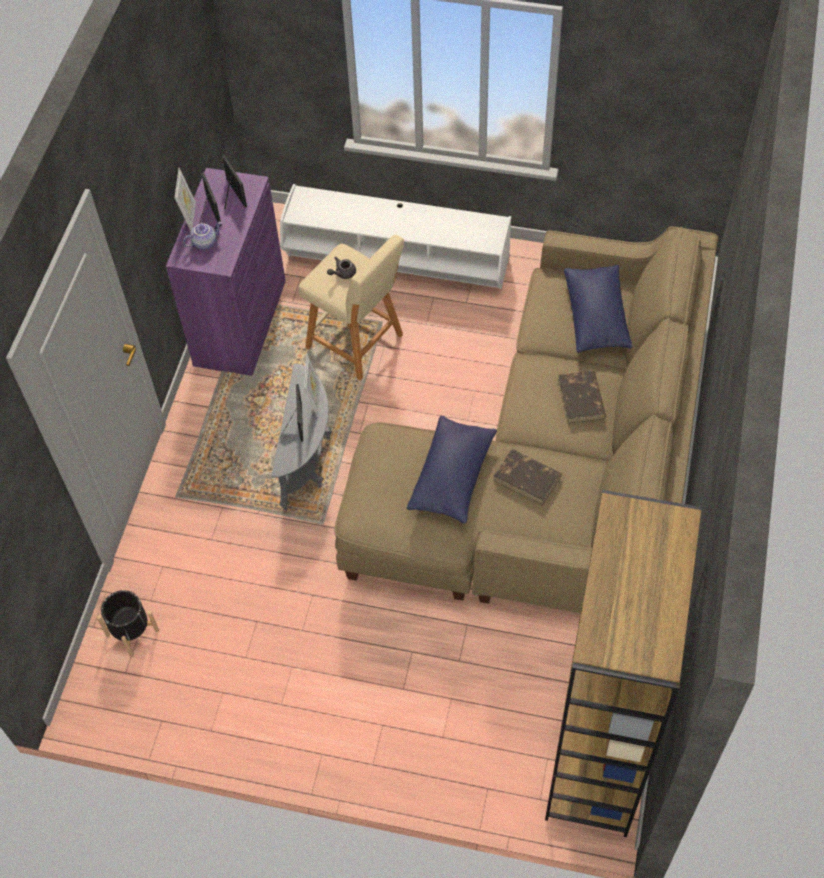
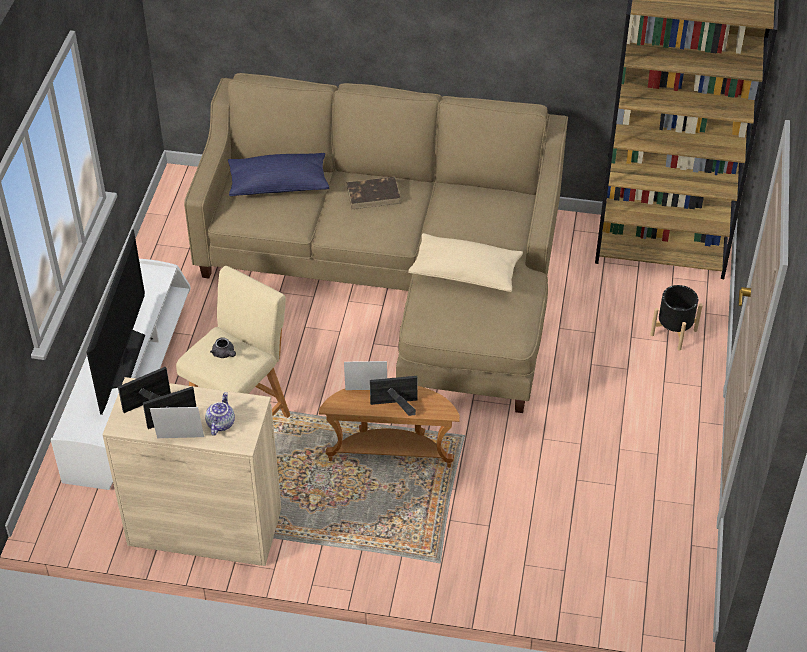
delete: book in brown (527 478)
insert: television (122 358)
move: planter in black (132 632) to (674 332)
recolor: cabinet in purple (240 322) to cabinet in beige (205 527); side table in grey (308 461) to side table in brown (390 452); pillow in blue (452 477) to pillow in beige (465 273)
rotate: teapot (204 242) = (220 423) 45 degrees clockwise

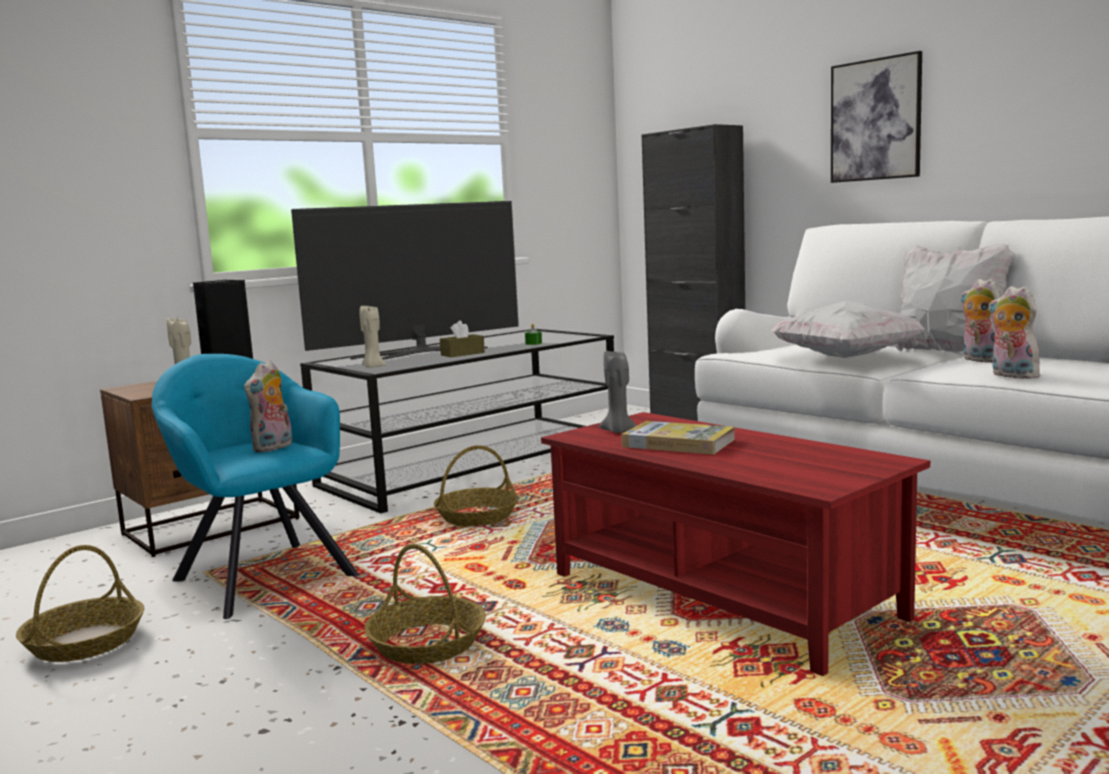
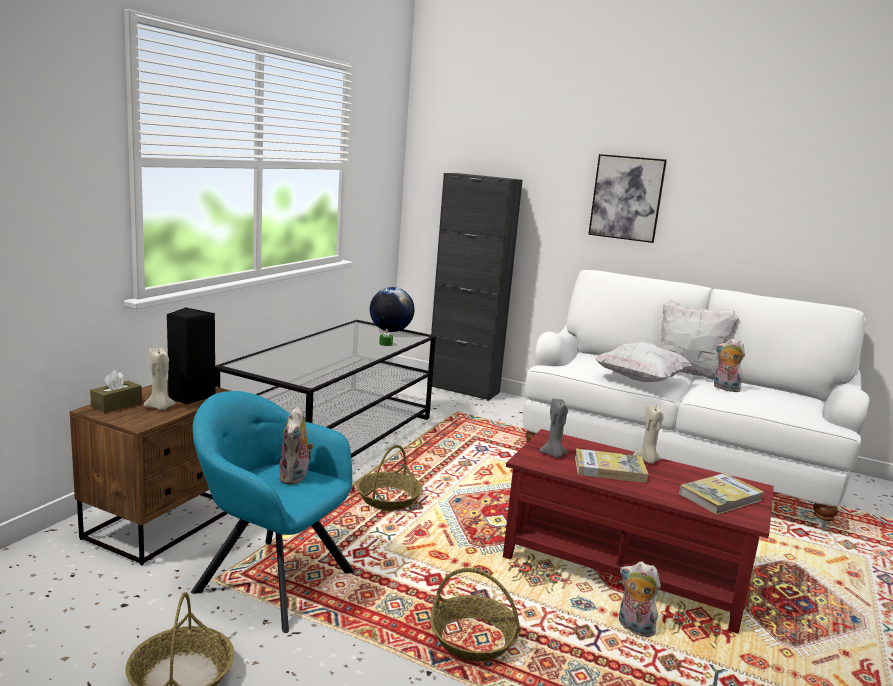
delete: television (420 353)
insert: globe (390 331); book (720 497)
move: candle in beige (373 367) to (647 460); tissue box in brown (462 354) to (116 404); plush toy (1011 376) to (633 628)

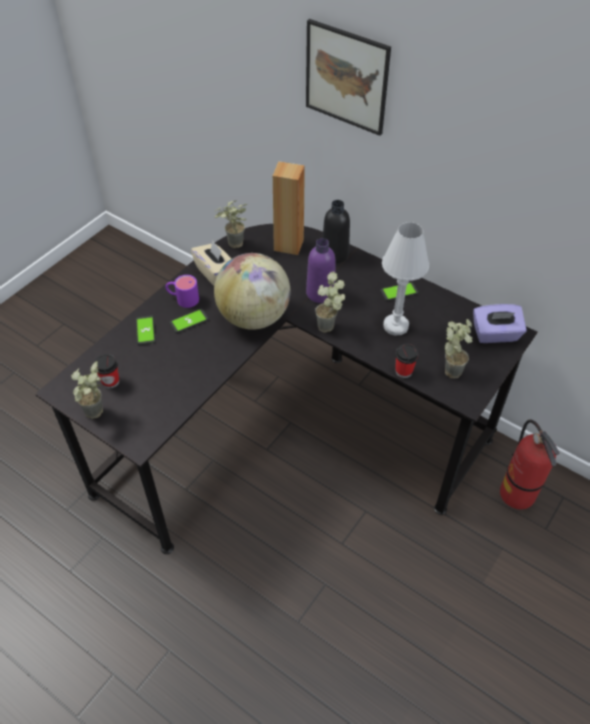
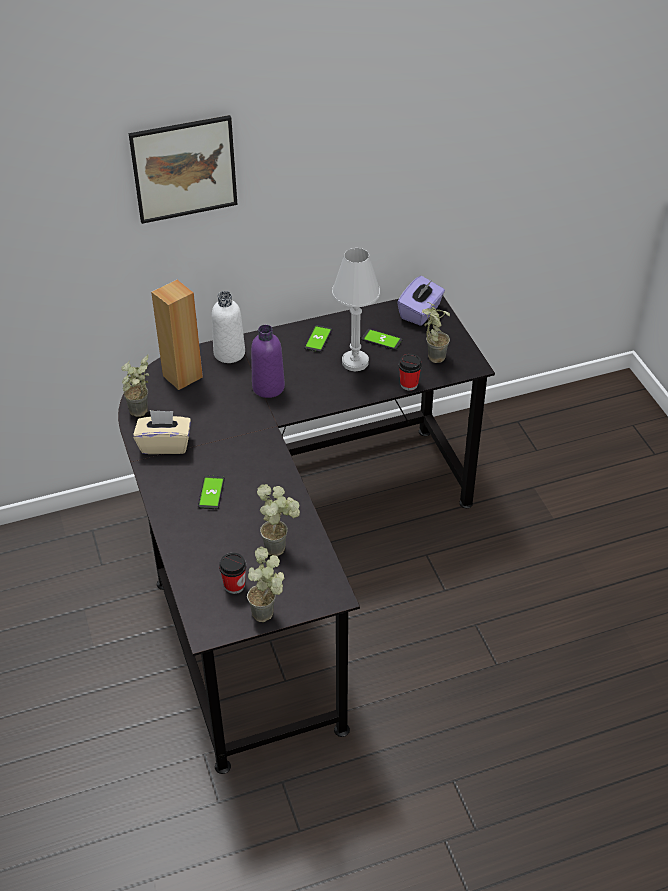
delete: mug in purple (183 299); globe (254 317); fire extinguisher (517 494)
move: phone (145 330) to (381 340); potted plant (330 328) to (280 546)
recolor: bottle in black (335 254) to bottle in white (229 353)

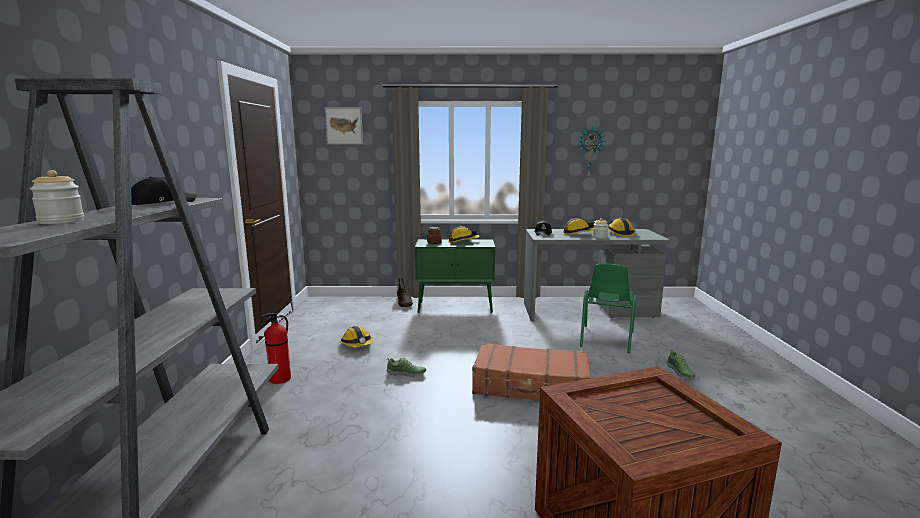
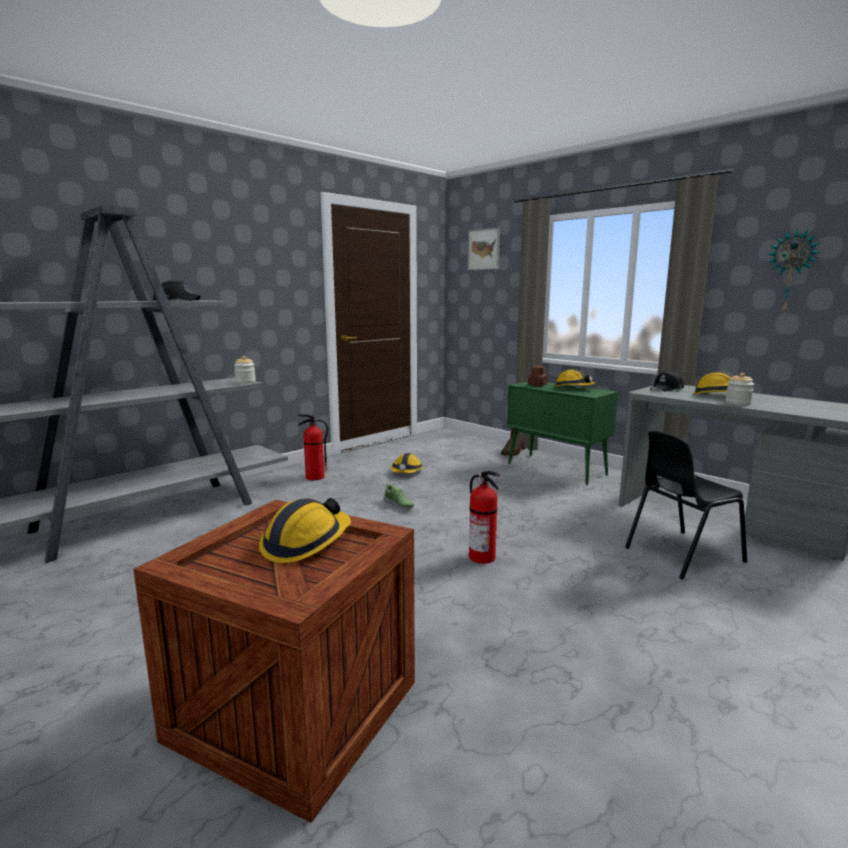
delete: shoe (680 372)
move: jar (61 221) to (245 382); hard hat (619 233) to (306 543)
replace: suitcase in brown (531 386) to fire extinguisher (483 557)
recolor: chair in green (605 339) to chair in black (681 554)

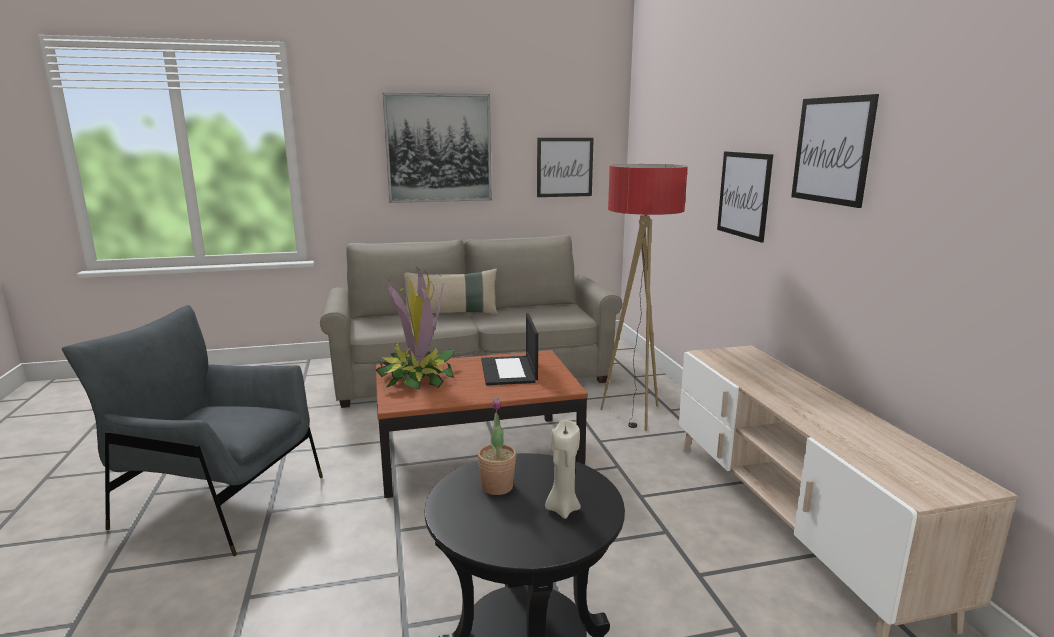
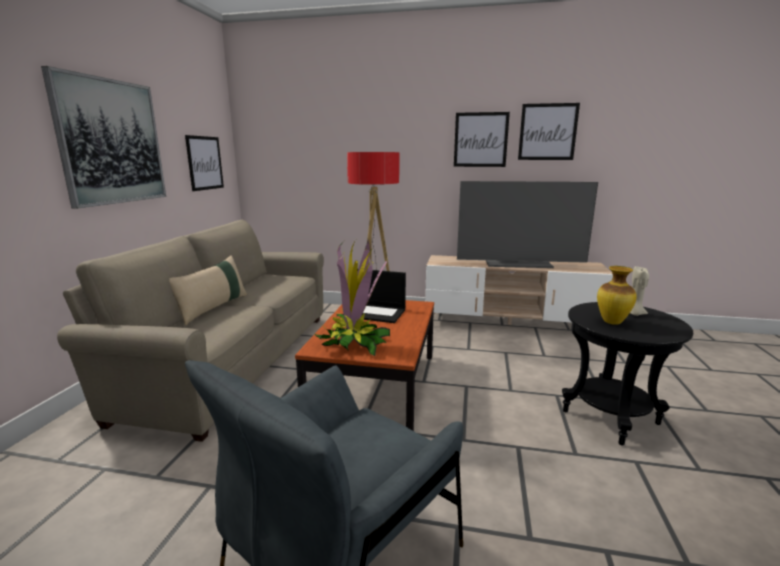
insert: television (518 263)
move: picture (744 195) to (547 132)
replace: potted plant (497 487) to vase (611 322)

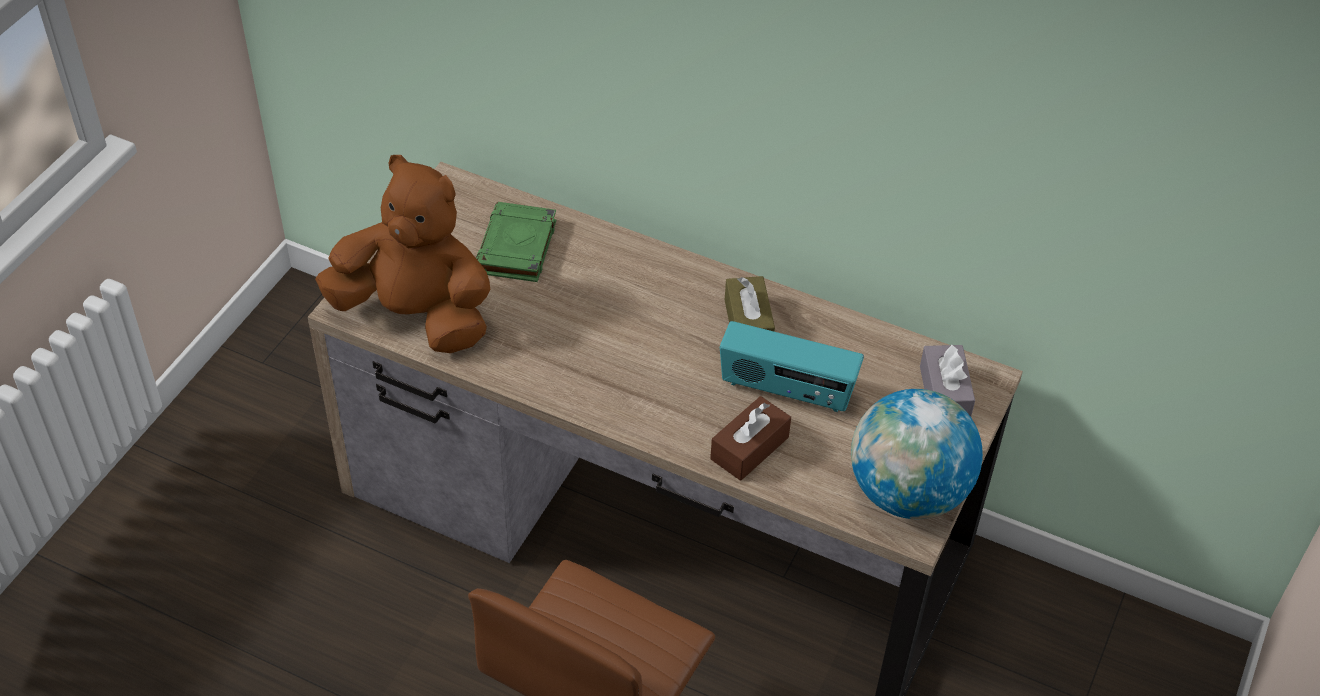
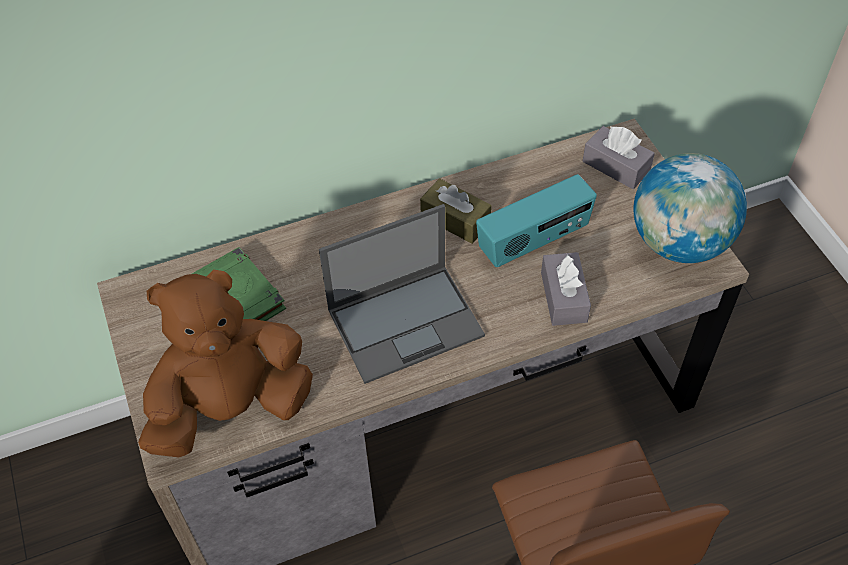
insert: laptop (407 321)
recolor: tissue box in brown (749 448) to tissue box in grey (563 297)

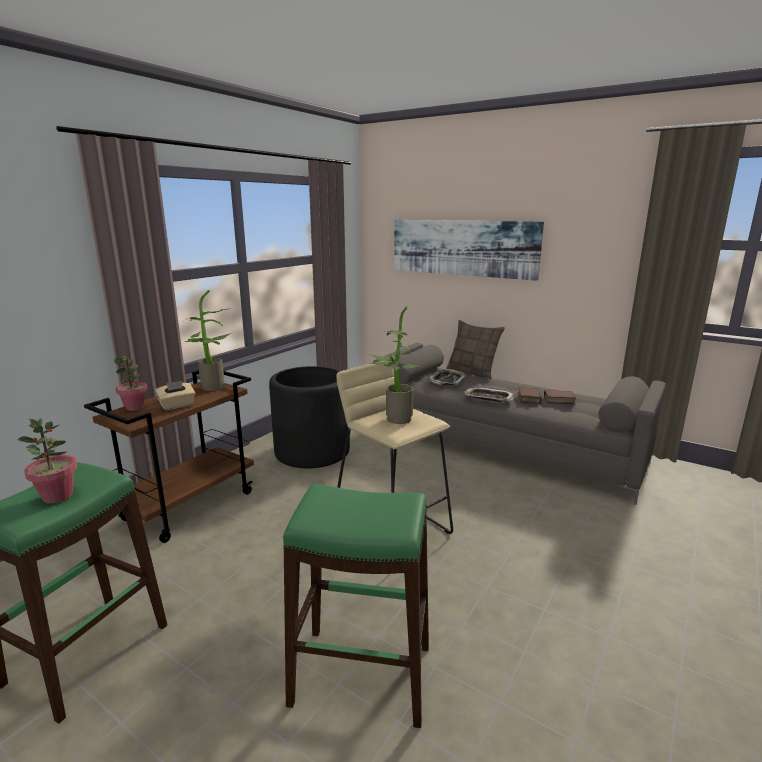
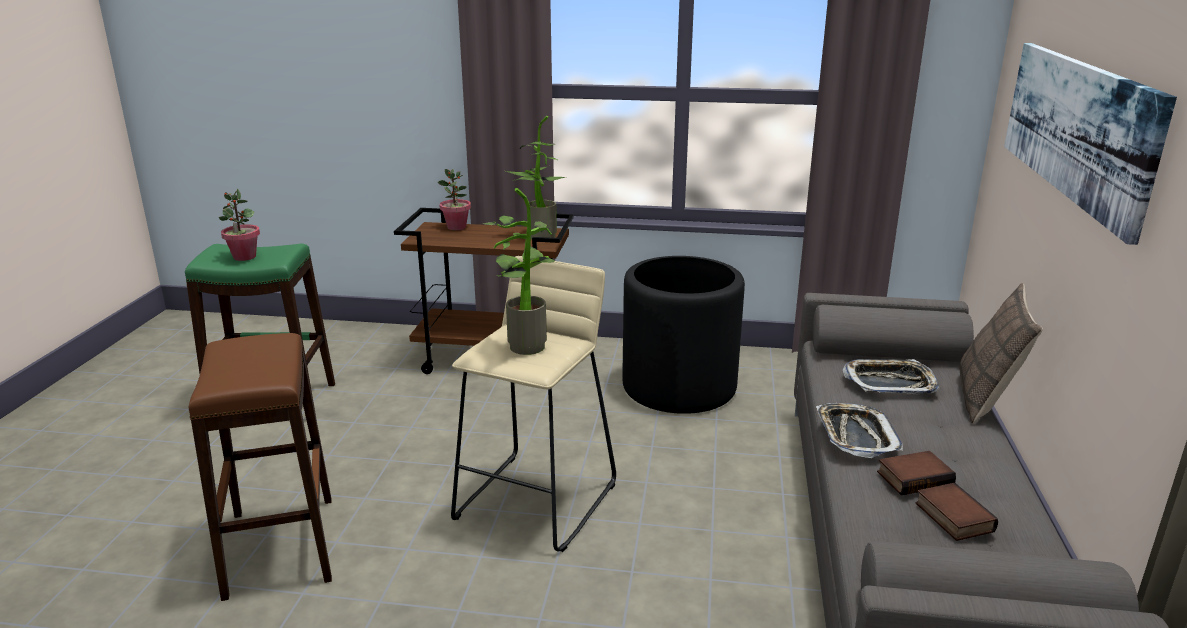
delete: tissue box in beige (177 405)
recolor: stool in green (361 675) to stool in brown (280 545)

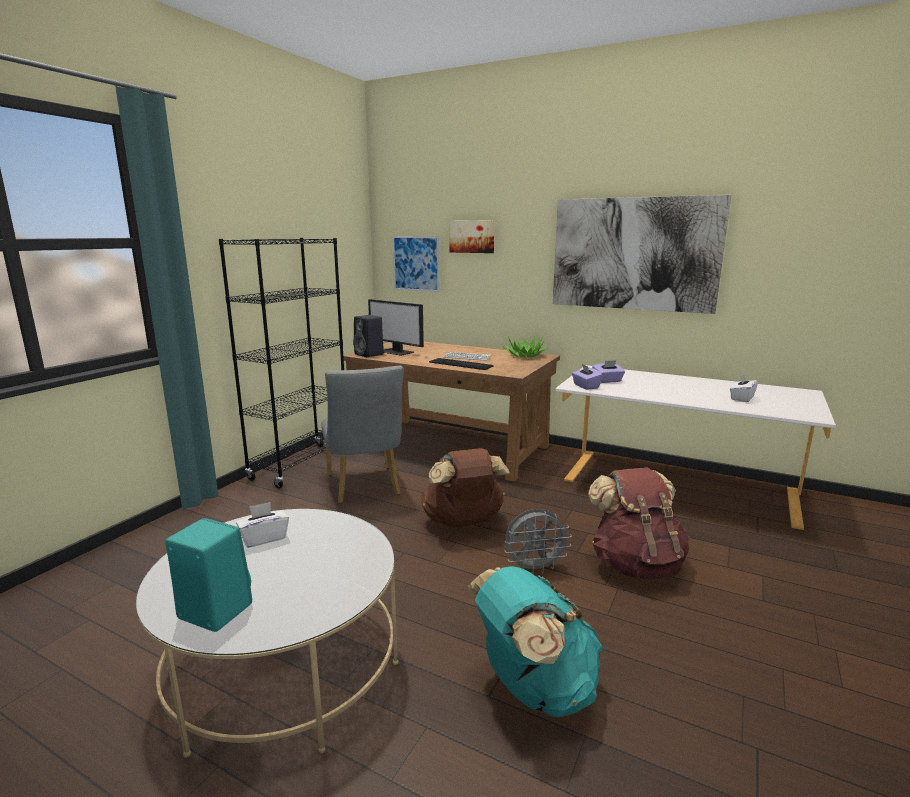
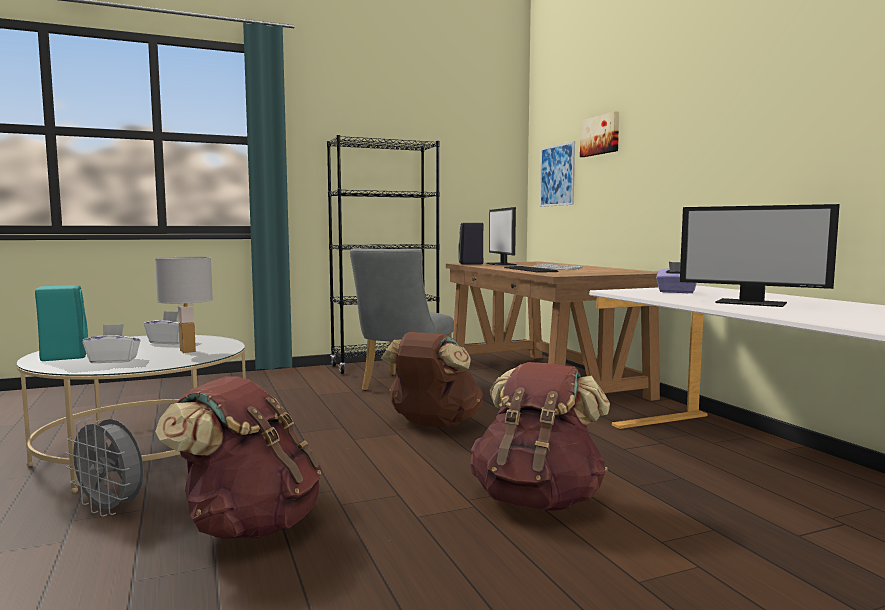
delete: potted plant (524 355); picture (634 254); tissue box in purple (585 386)
insert: table lamp in white (187 351); monitor (752 303)
move: fan in grey (534 568) to (111 510); tissue box in white (741 398) to (113 360)
recolor: backpack in turquoise (534 687) to backpack in brown (248 525)

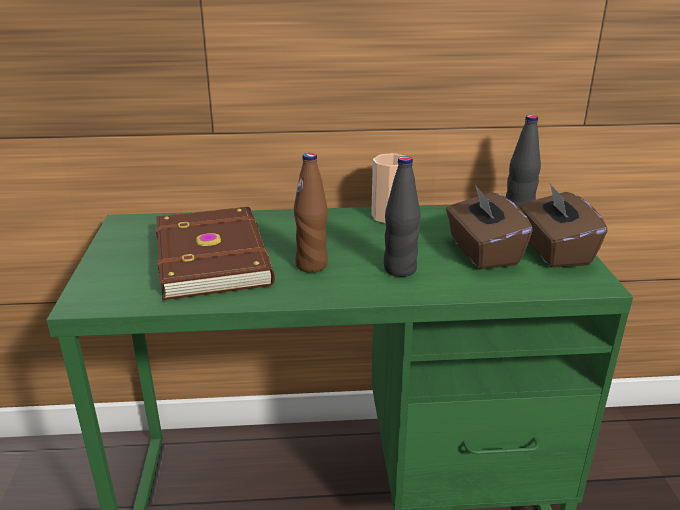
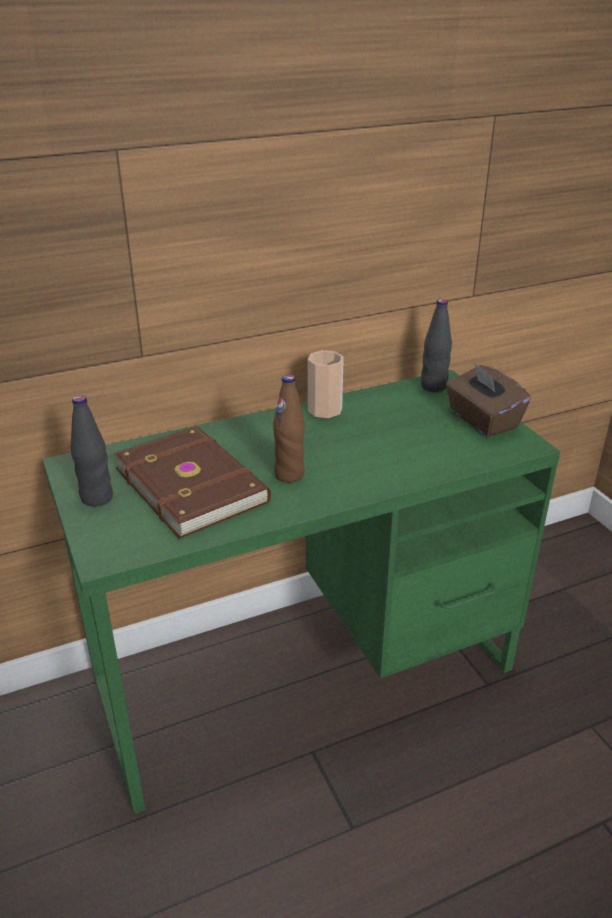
delete: tissue box in brown (482 252)
move: bottle in black (400 269) to (97 498)

